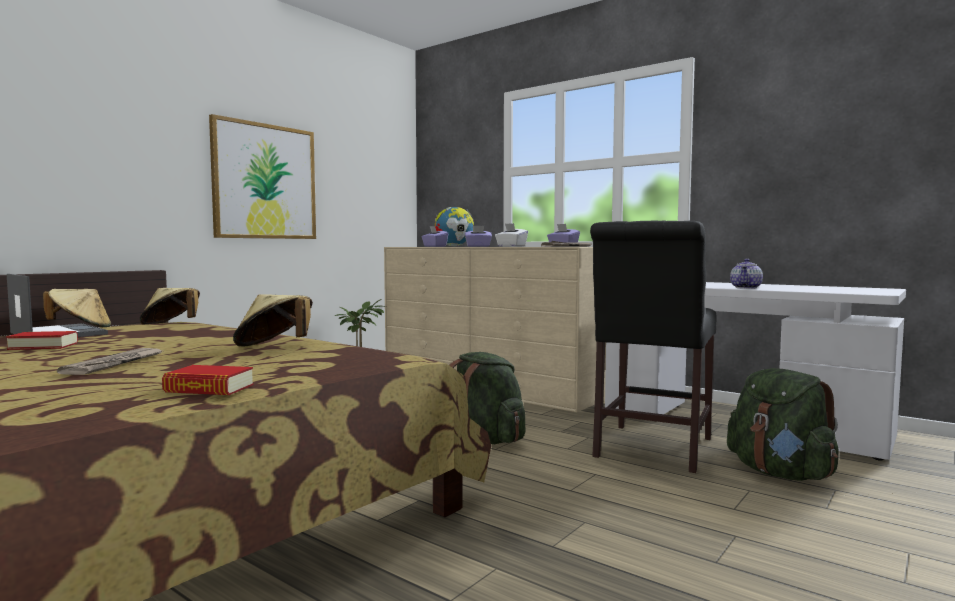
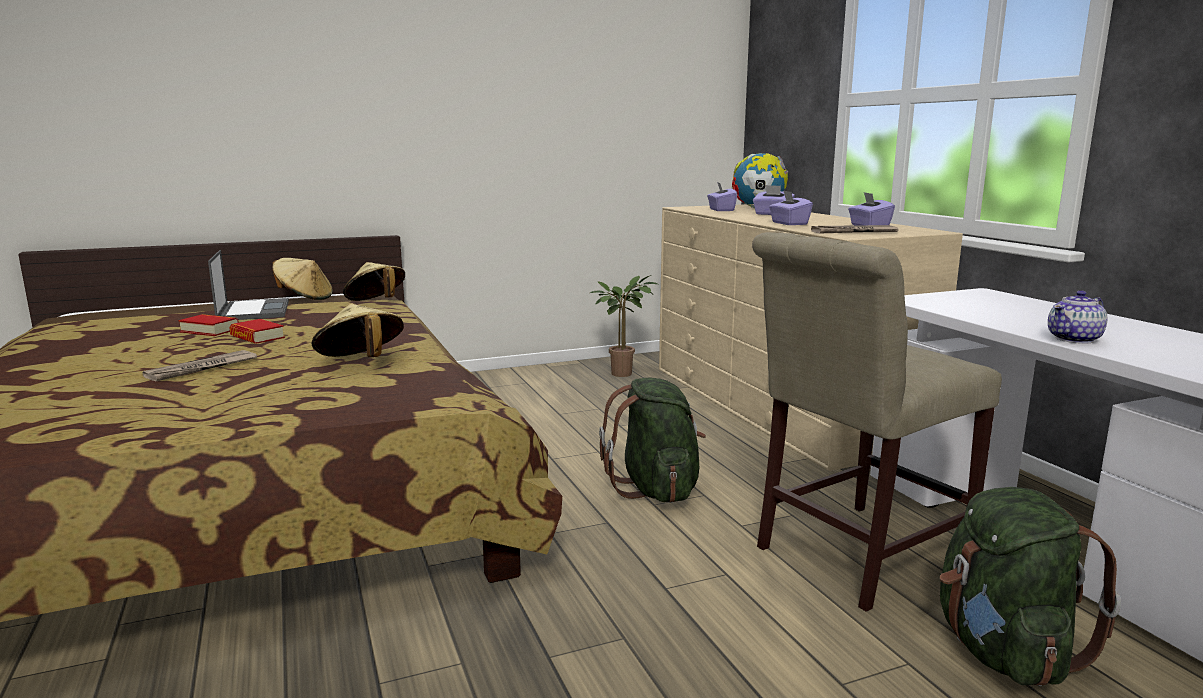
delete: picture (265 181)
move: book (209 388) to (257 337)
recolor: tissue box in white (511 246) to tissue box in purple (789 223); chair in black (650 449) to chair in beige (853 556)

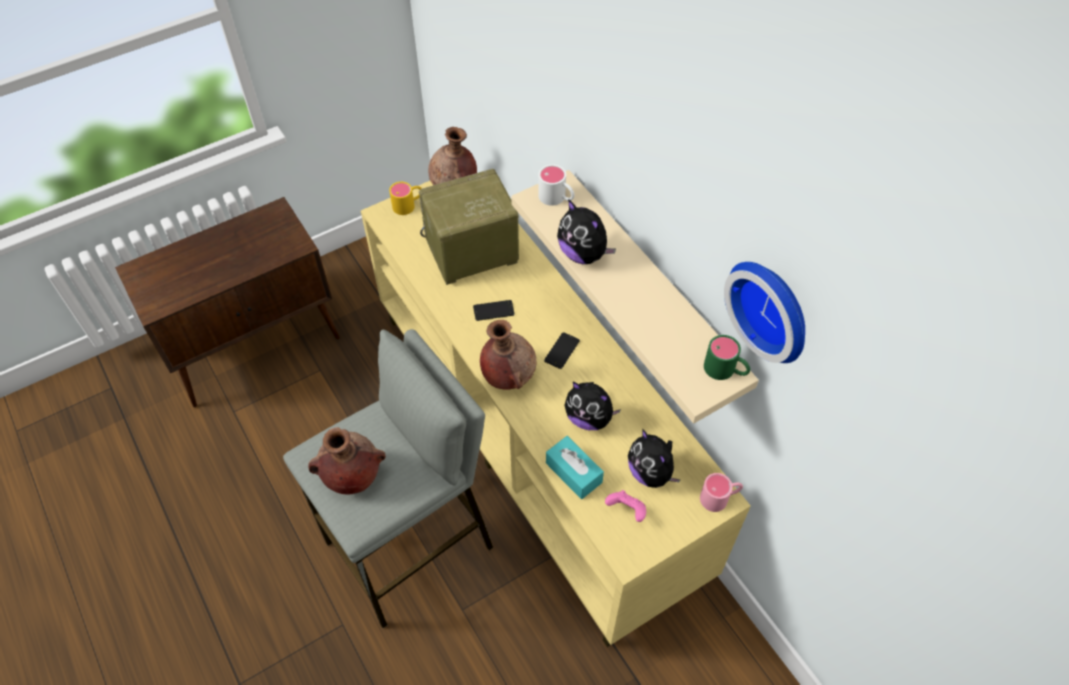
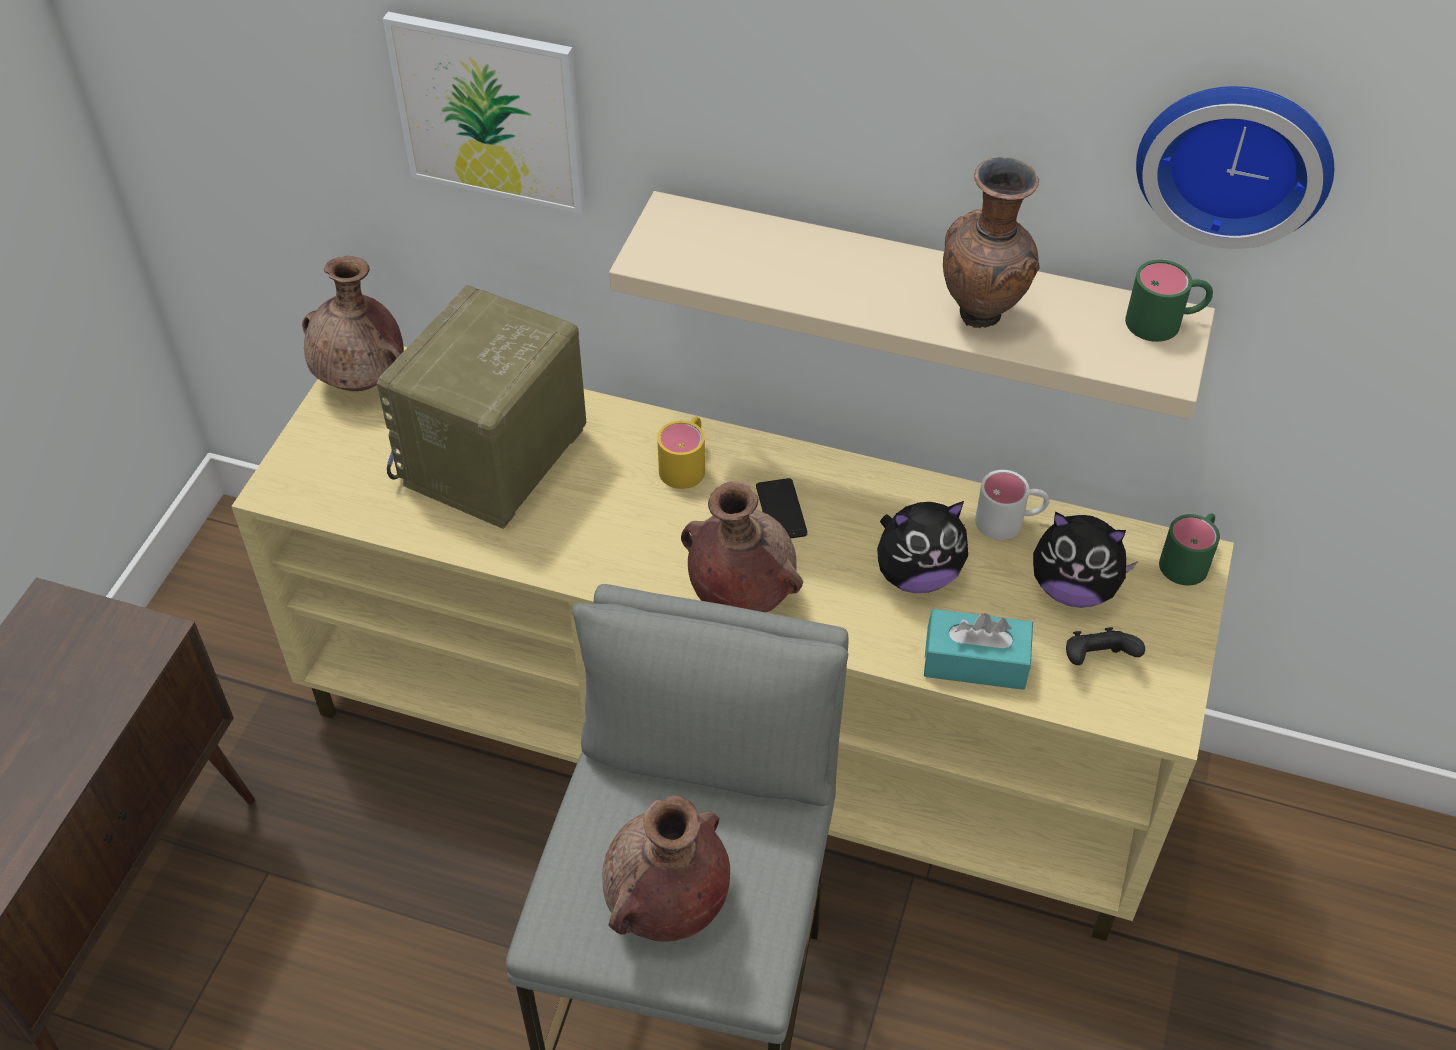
delete: phone (493 311); plush toy (583 254)
insert: picture (490 112); vase in brown (983 316)
move: mug in yellow (408 205) to (686 463); mug in white (557 198) to (1010 521)
recolor: game controller in pink (626 510) to game controller in black (1096 660); mug in pink (720 497) to mug in green (1189 559)

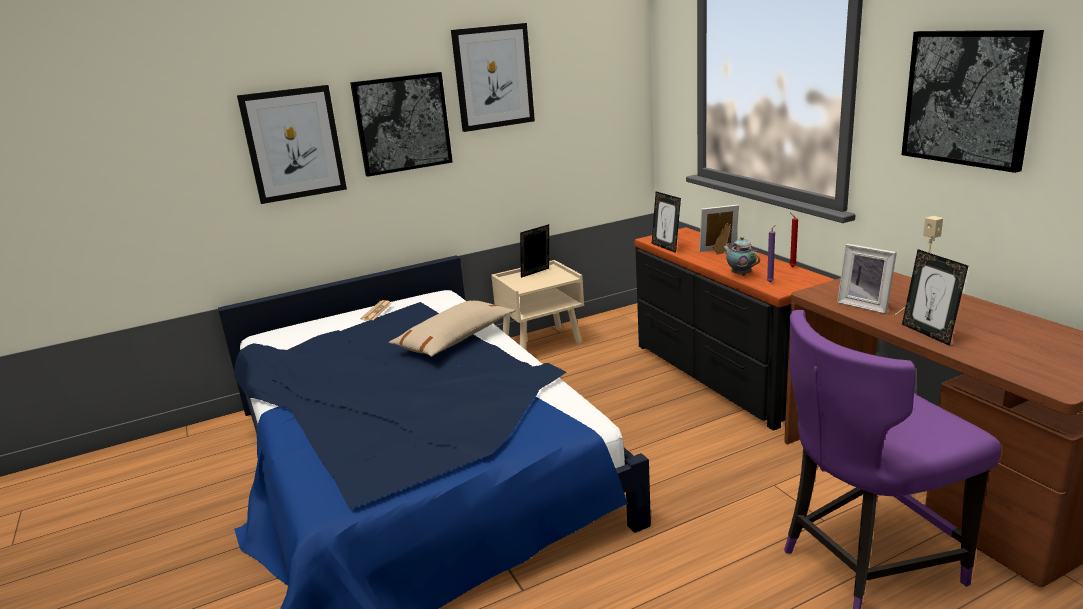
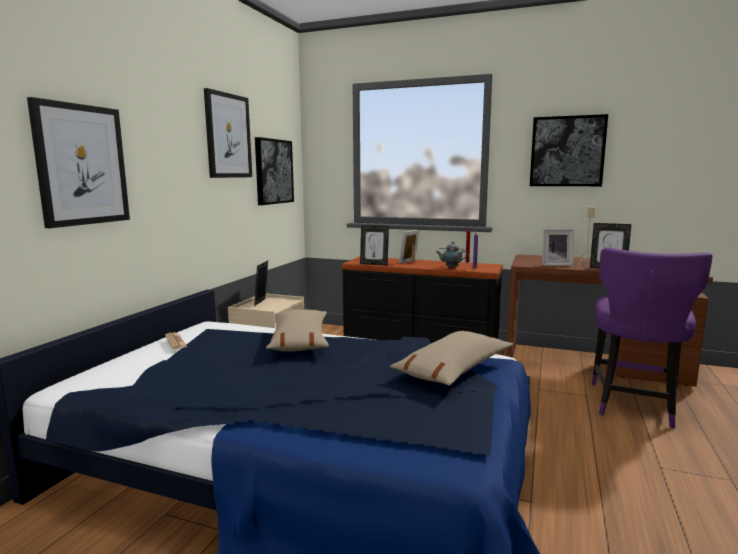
insert: pillow in beige (453 369)
move: picture (402 123) to (273 171)

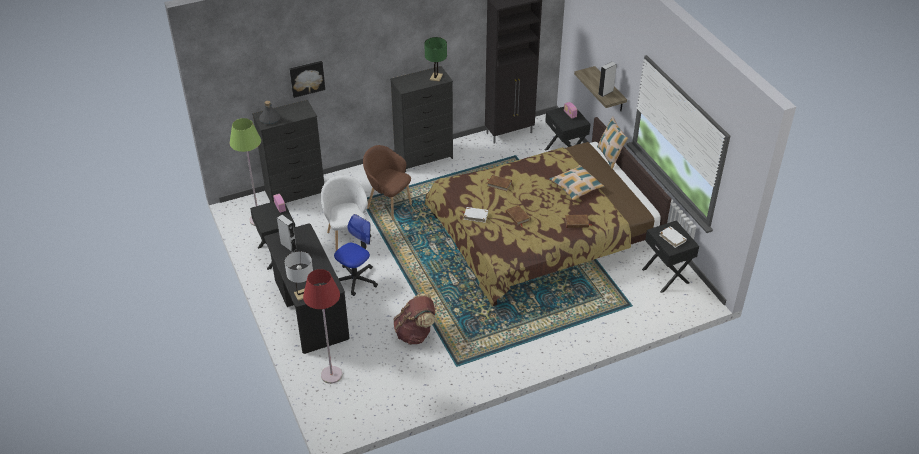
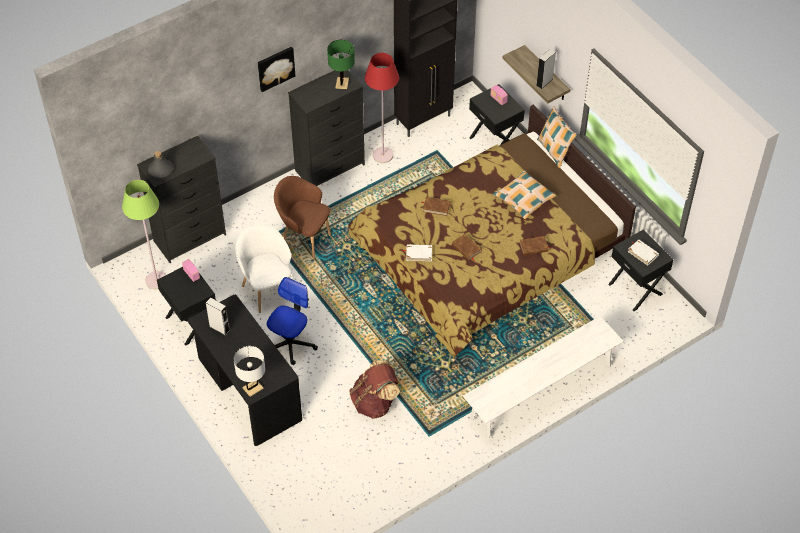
insert: bench in white (541 391)
move: picture (307 78) to (275 68); floor lamp in red (331 375) to (382 155)

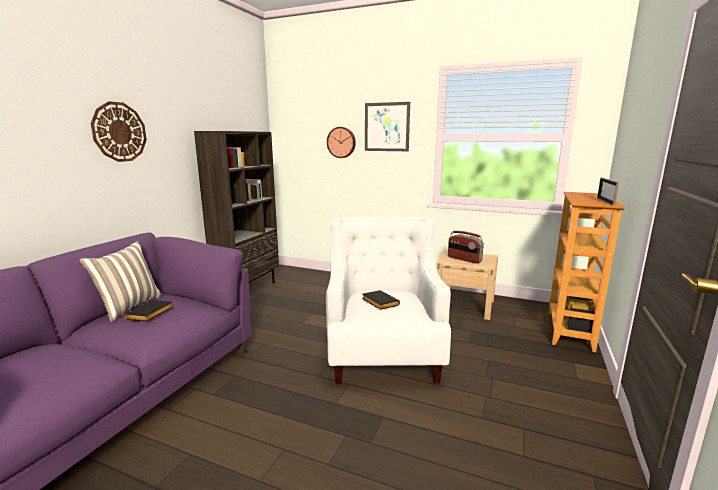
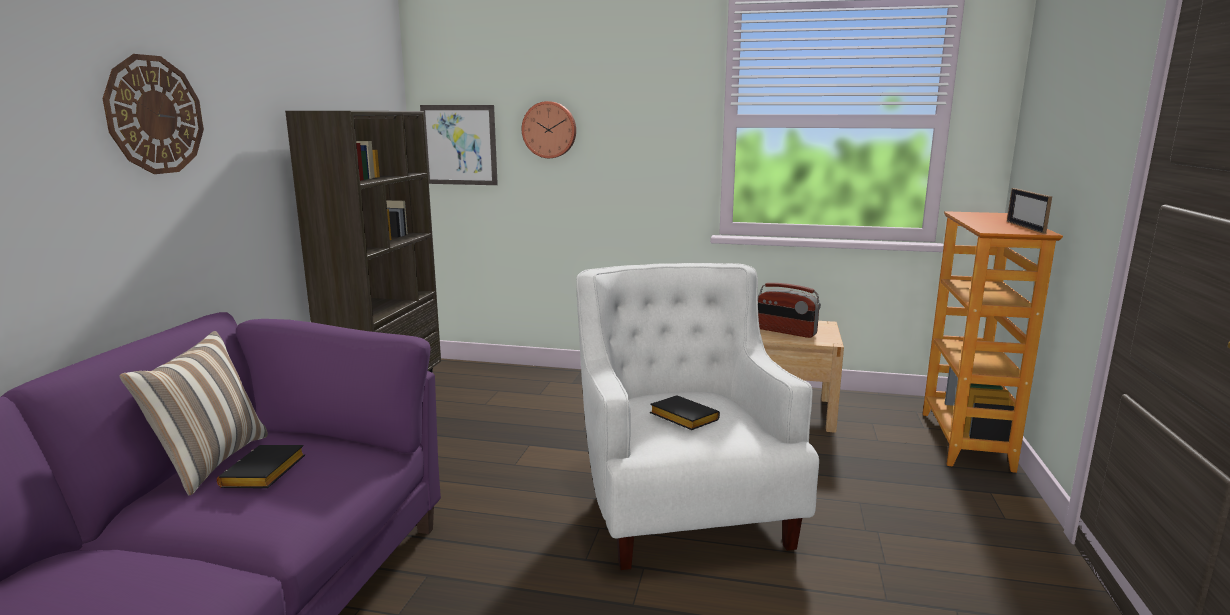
move: picture (386 127) to (459 145)

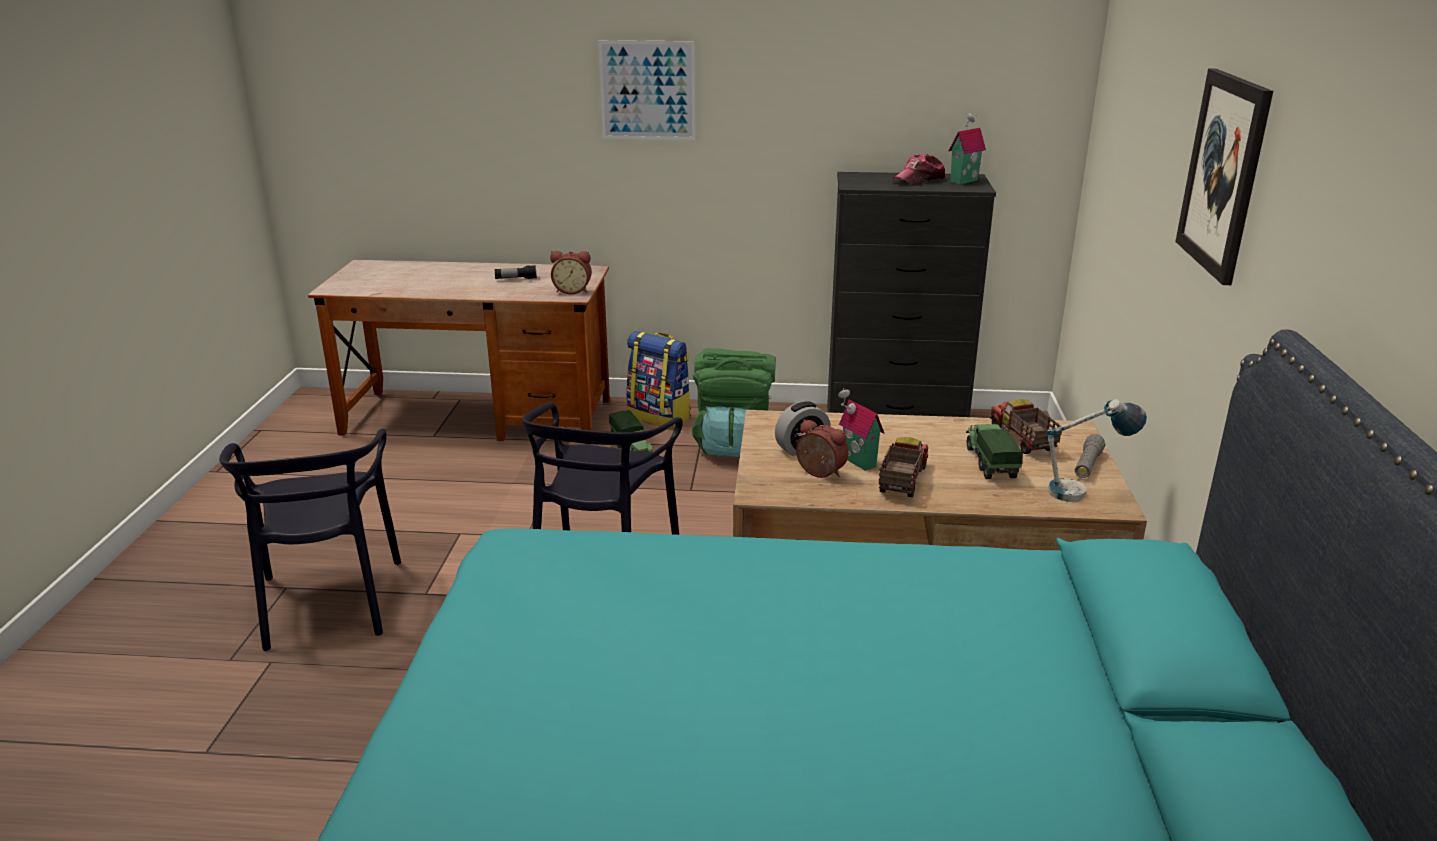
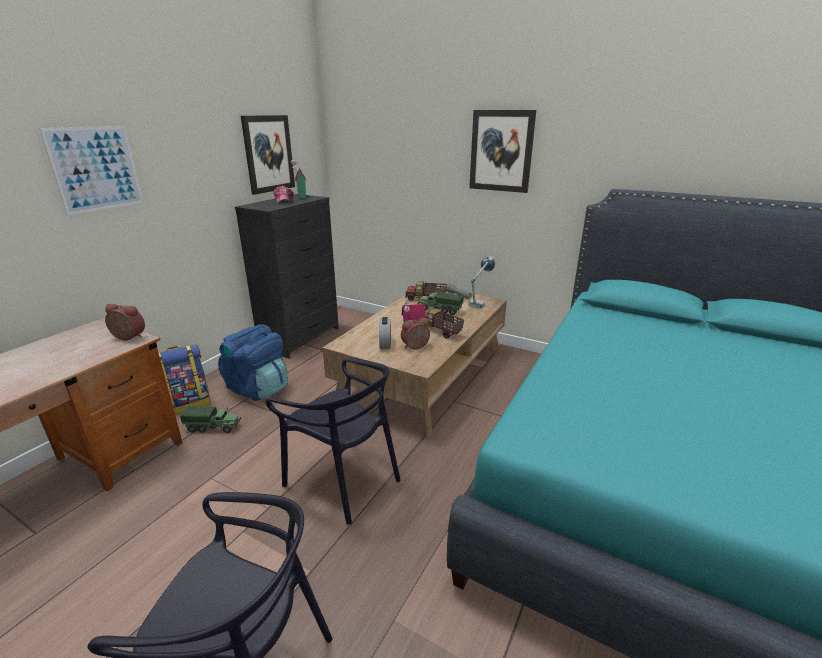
delete: flashlight (516 279)
insert: picture (268 154)
recolor: backpack in green (734 444) to backpack in blue (258 388)
rotate: alarm clock (572 291) = (127 338) 105 degrees counterclockwise

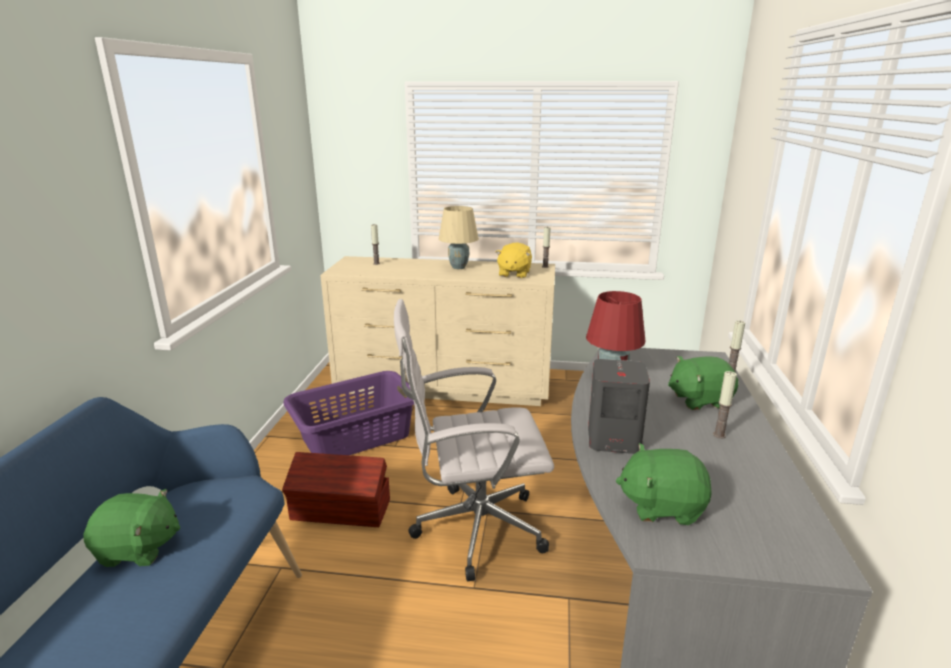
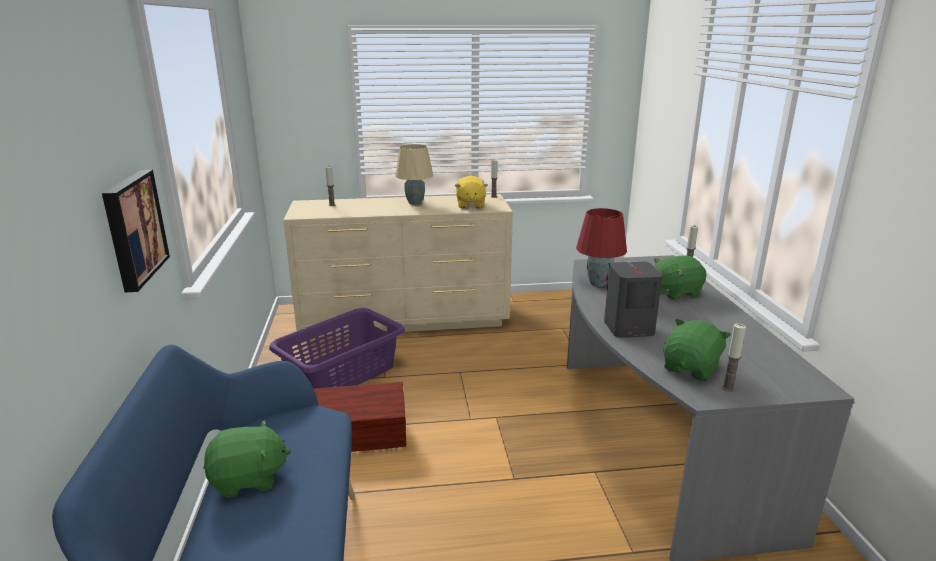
delete: office chair in white (472 529)
insert: picture (132 228)
move: candle (719 435) to (728 388)
rotate: plush toy in green (661 506) = (691 368) 135 degrees clockwise

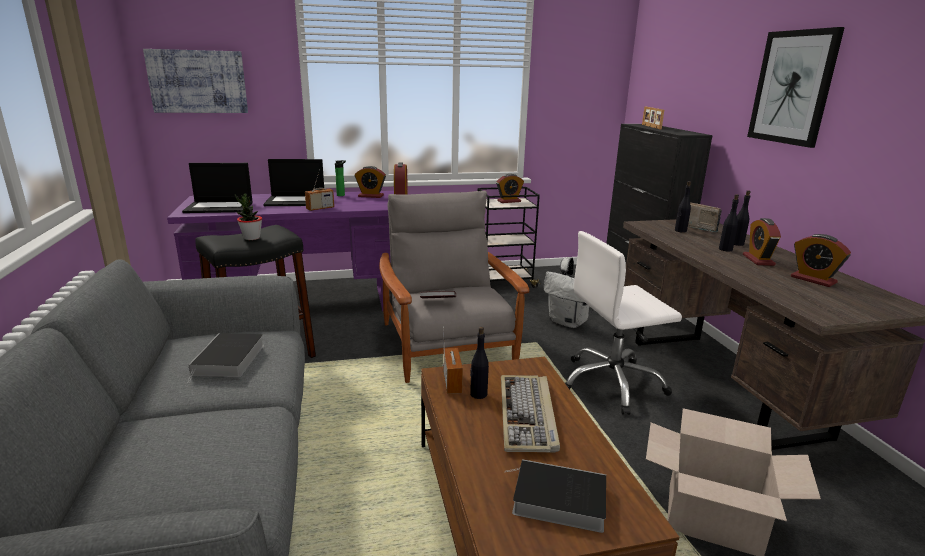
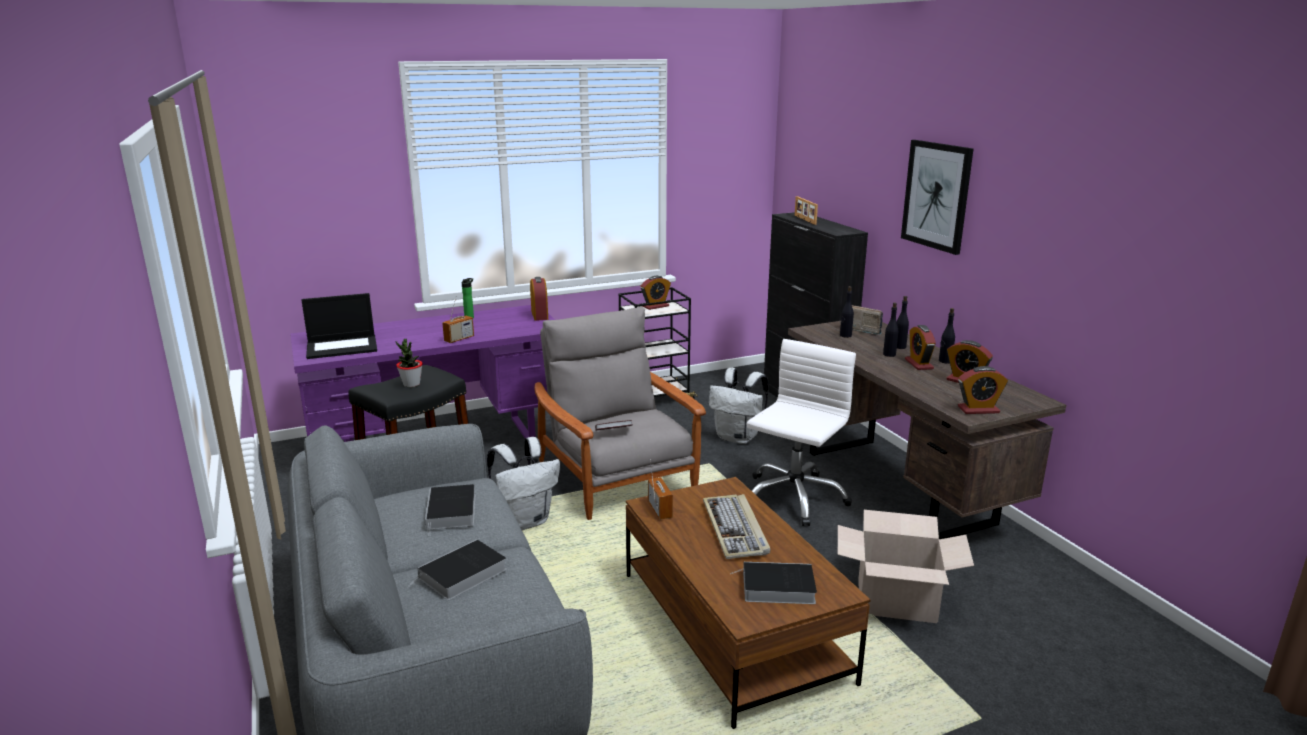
delete: picture (198 81); laptop (296 201)
insert: book (461 575); backpack in white (525 521)
move: alarm clock (371 196) to (978 410); bottle in black (478 394) to (945 361)
rotate: office chair in white (612 383) = (793 497) 150 degrees clockwise

